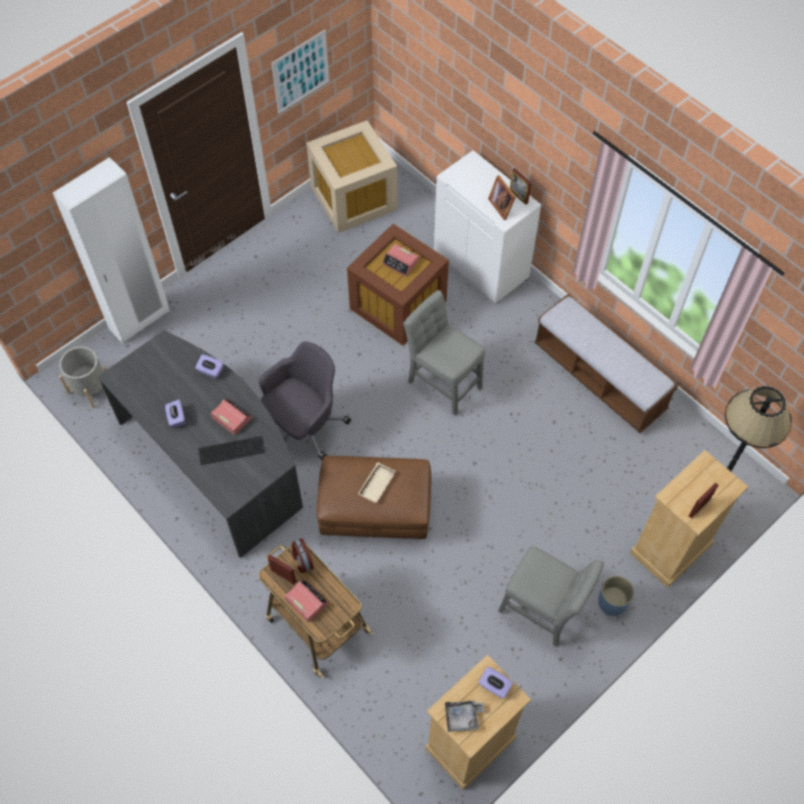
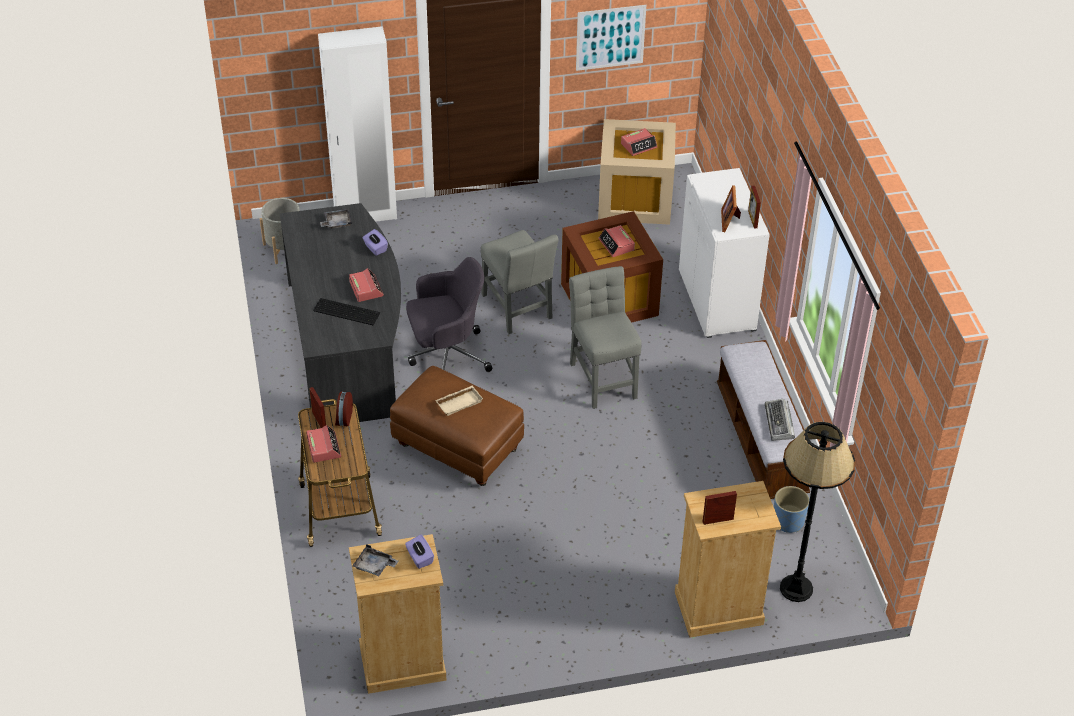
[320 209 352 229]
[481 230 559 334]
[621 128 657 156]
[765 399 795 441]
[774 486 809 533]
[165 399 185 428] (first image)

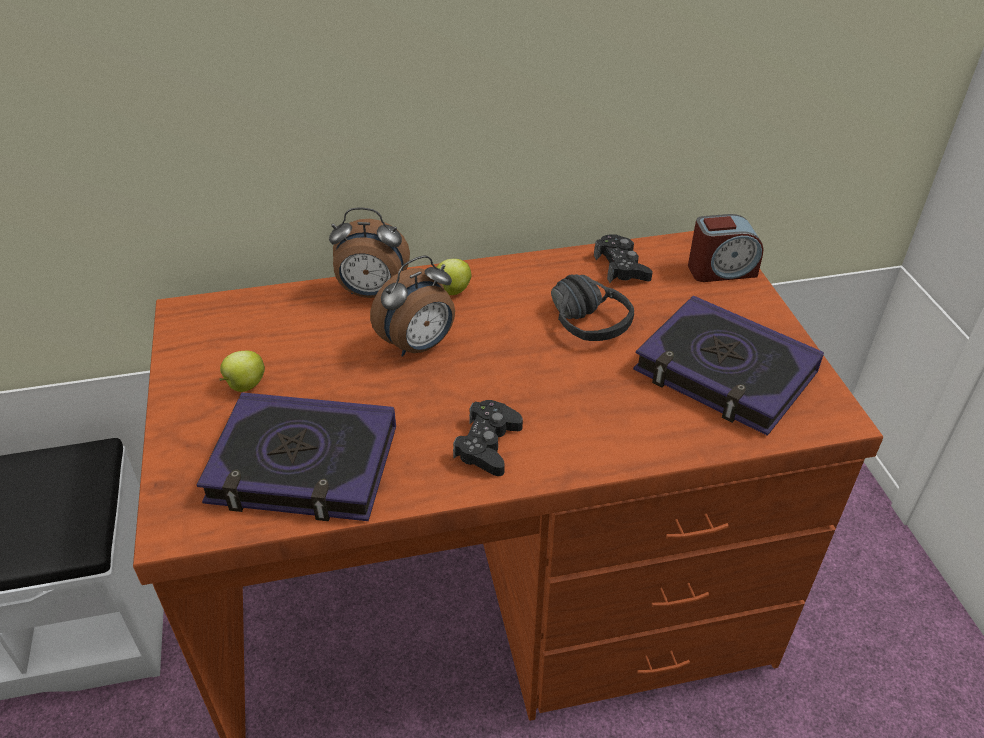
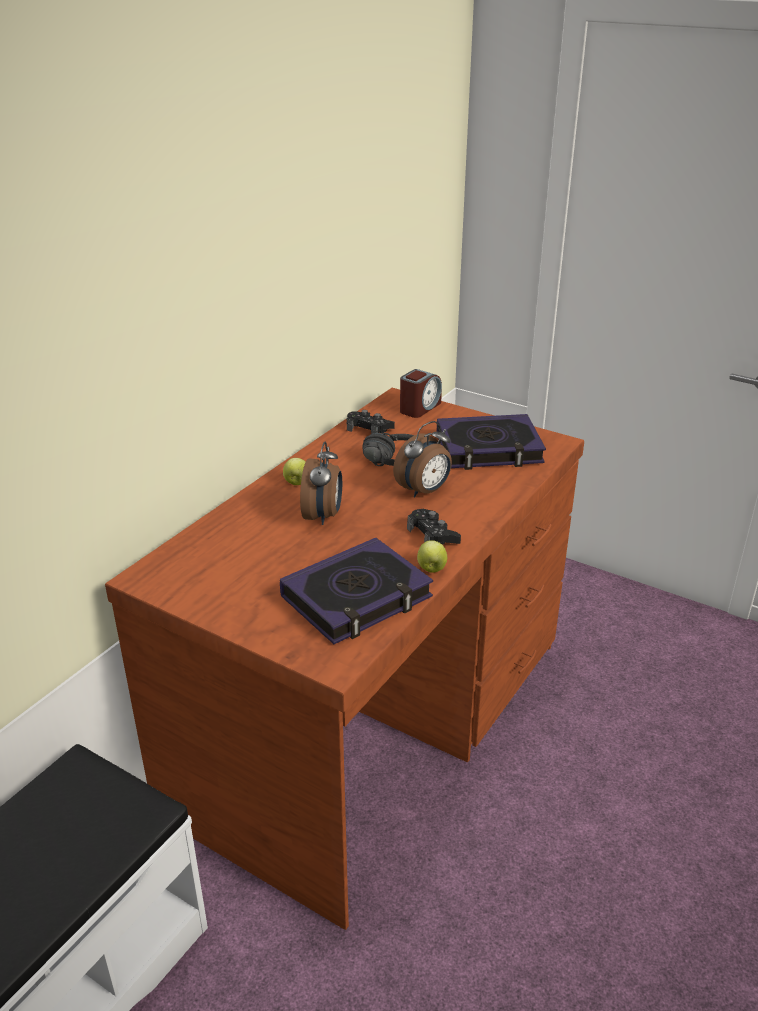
[393 421 452 498]
[417 540 447 573]

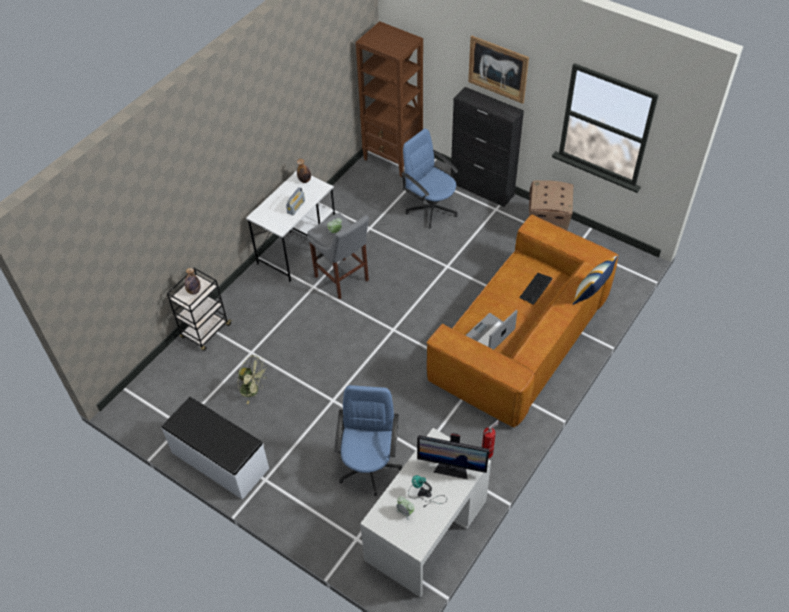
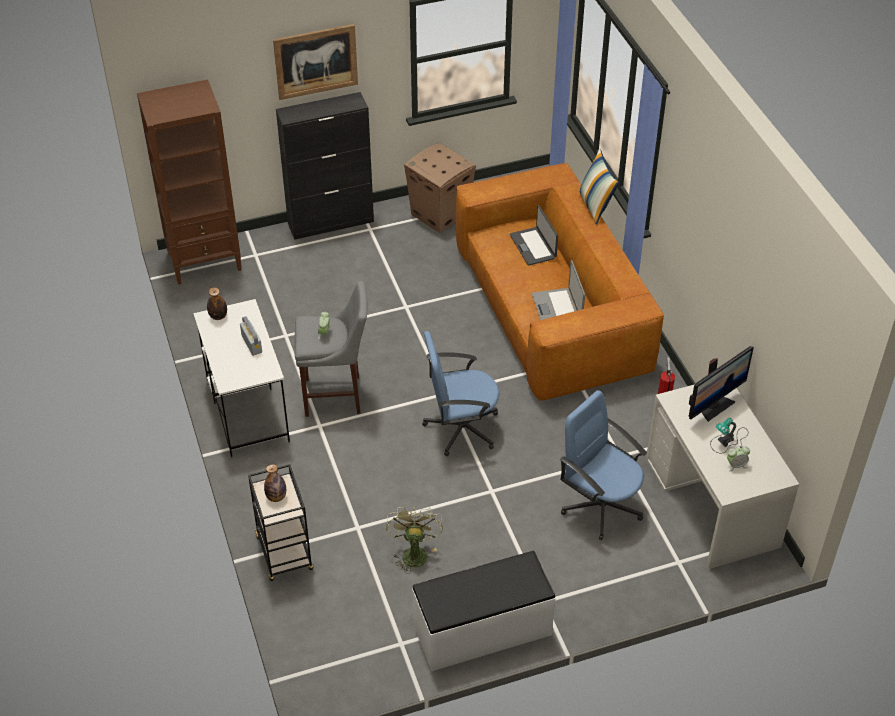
[386 505 443 574]
[422 331 499 456]
[510 205 558 266]

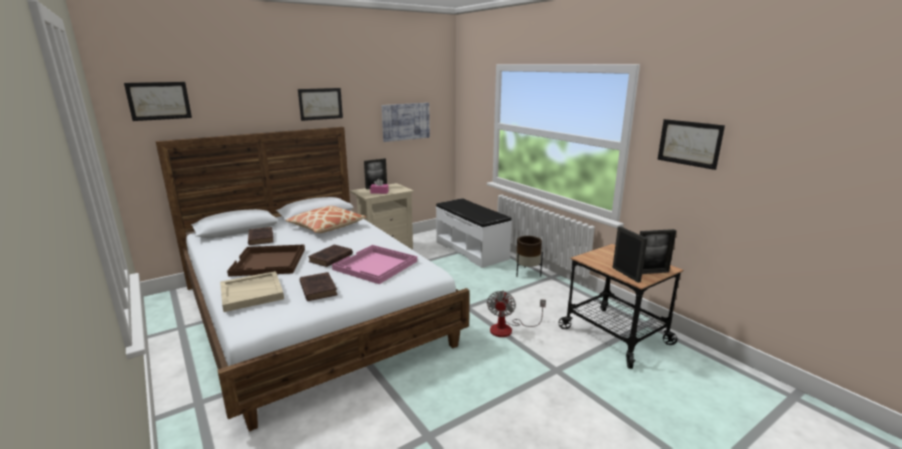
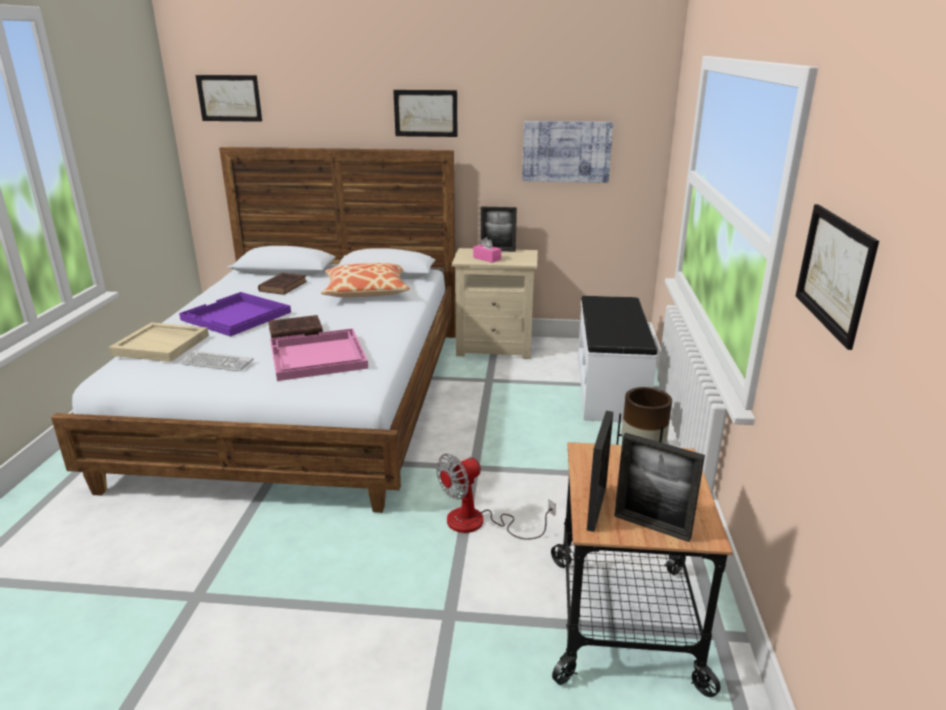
[179 292 291 337]
[181 351 254 371]

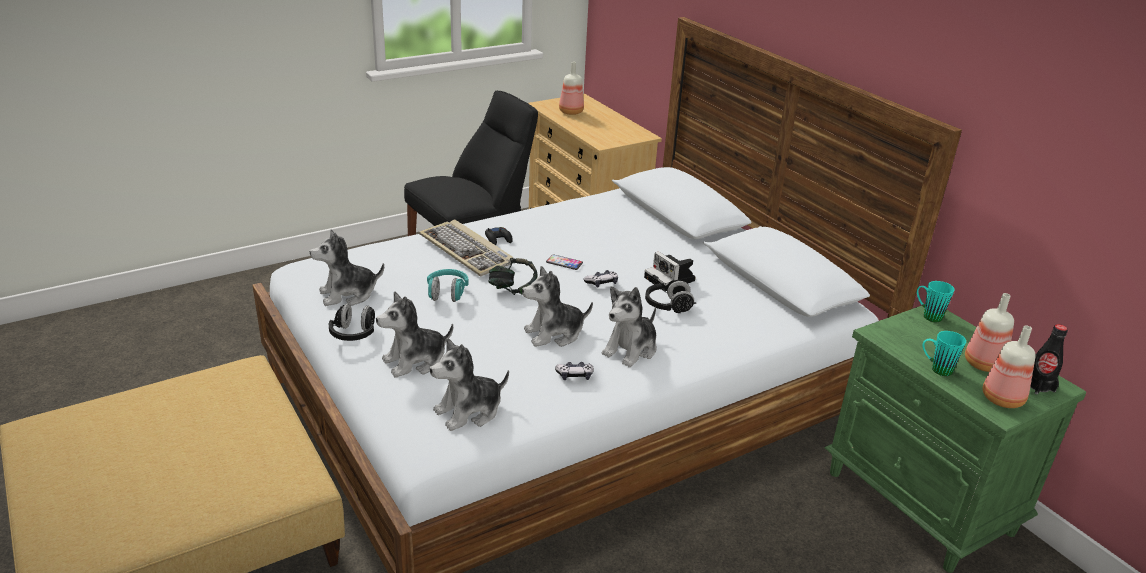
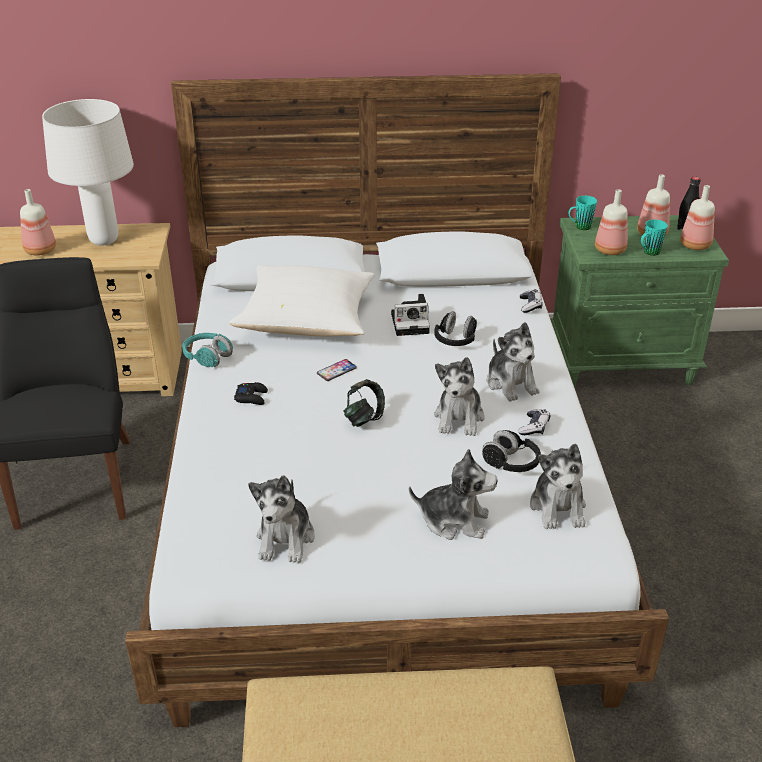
[42 99 134 245]
[182 333 233 367]
[229 265 375 336]
[409 449 497 540]
[482 430 541 472]
[520 289 543 313]
[595 189 628 255]
[419 220 513 276] (first image)

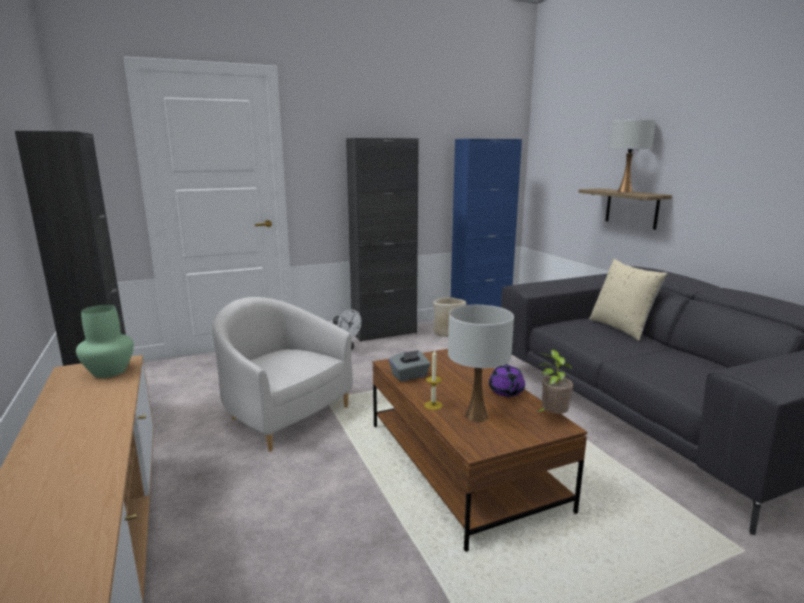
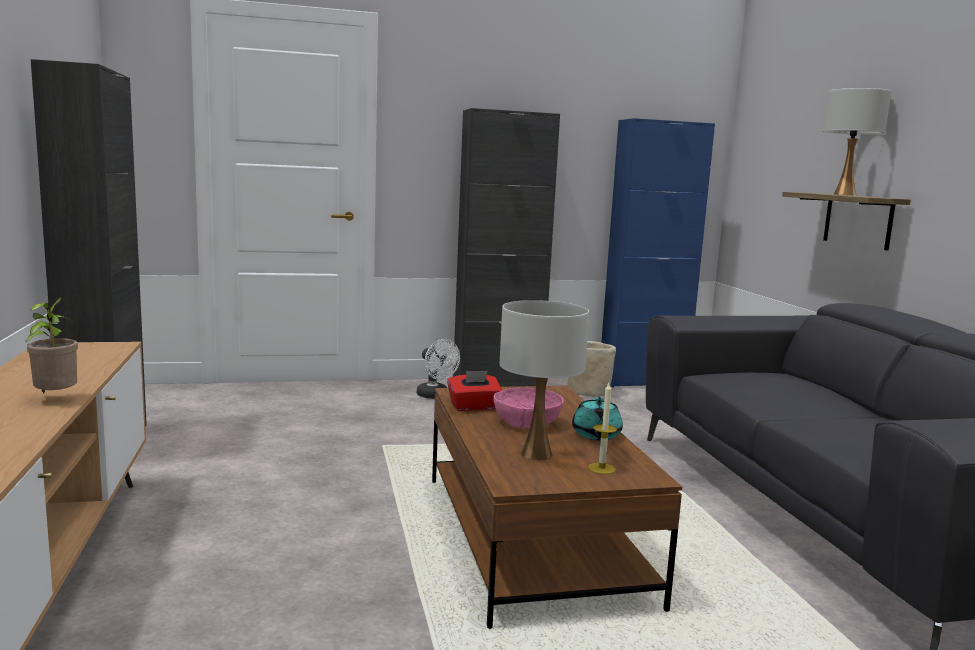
[25 297 78 393]
[447 371 502 411]
[493 387 564 428]
[572 397 623 440]
[588 383 617 474]
[76 305 134 378] (first image)
[212 297 353 452] (first image)
[590 259 668 341] (first image)

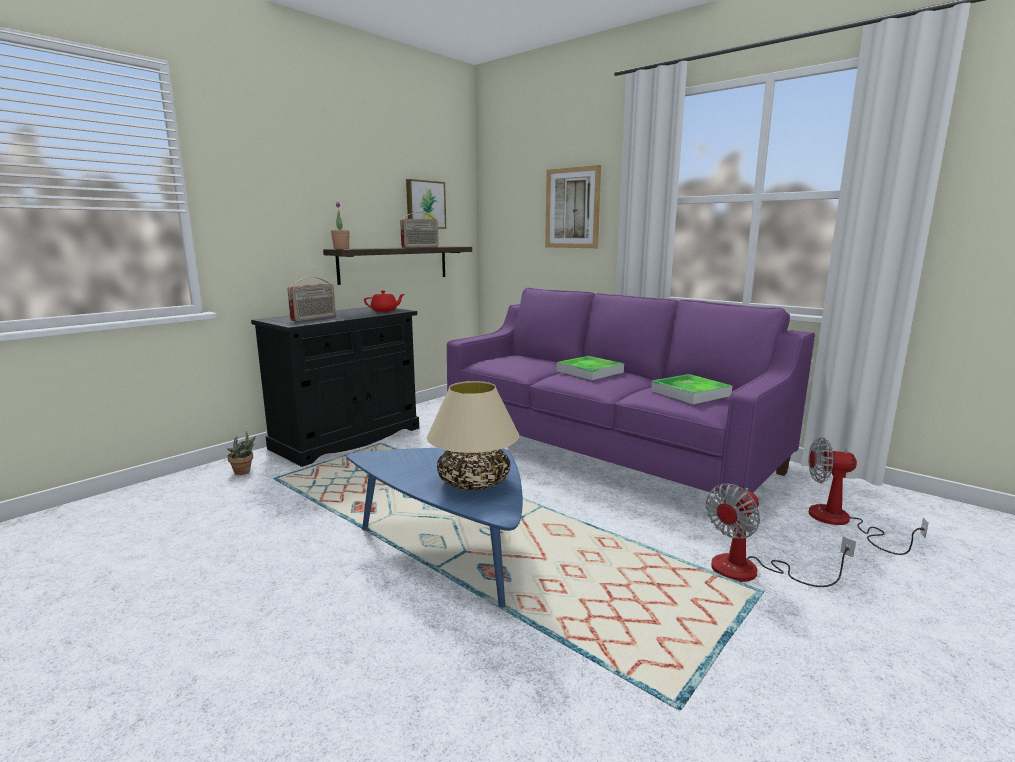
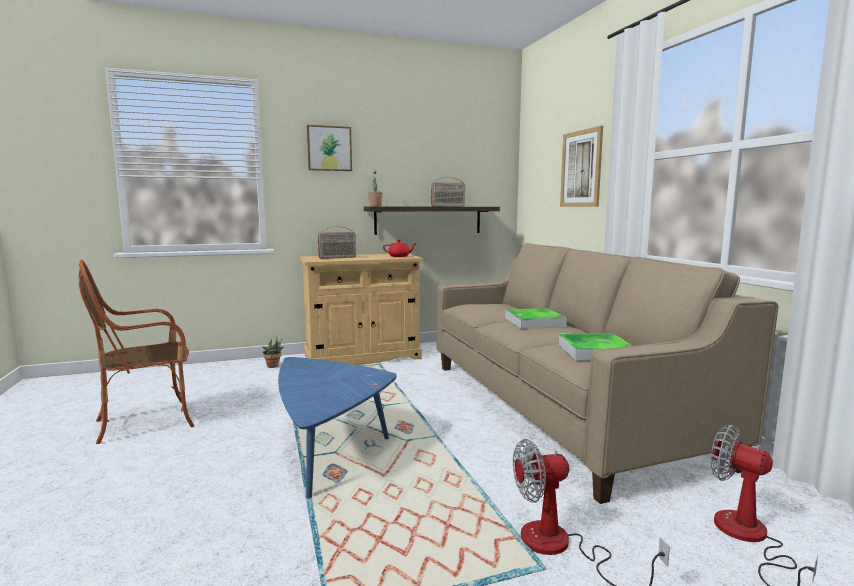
[79 260 195 444]
[300 254 423 365]
[307 125 352 171]
[436 243 778 504]
[427 381 519 490] (first image)

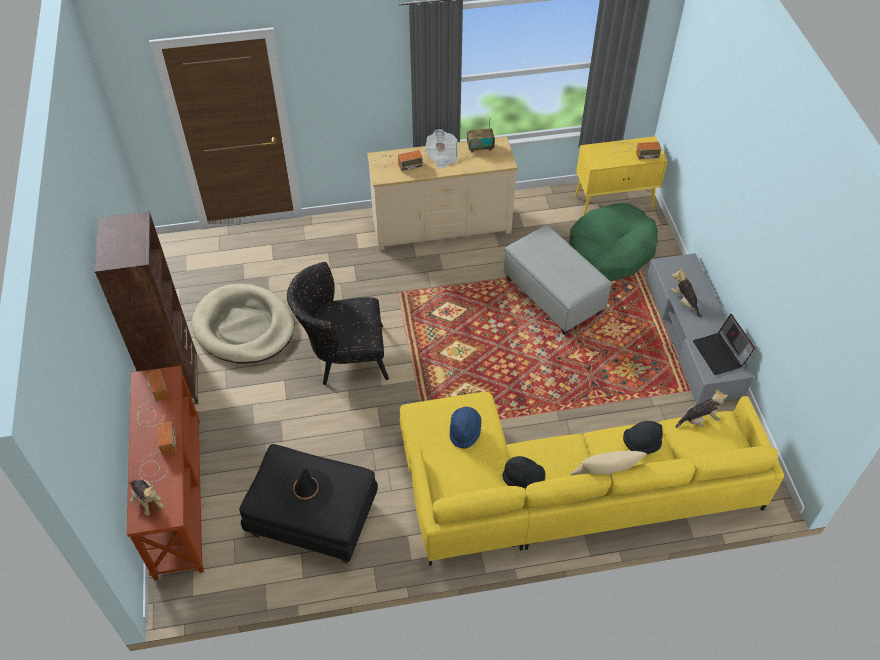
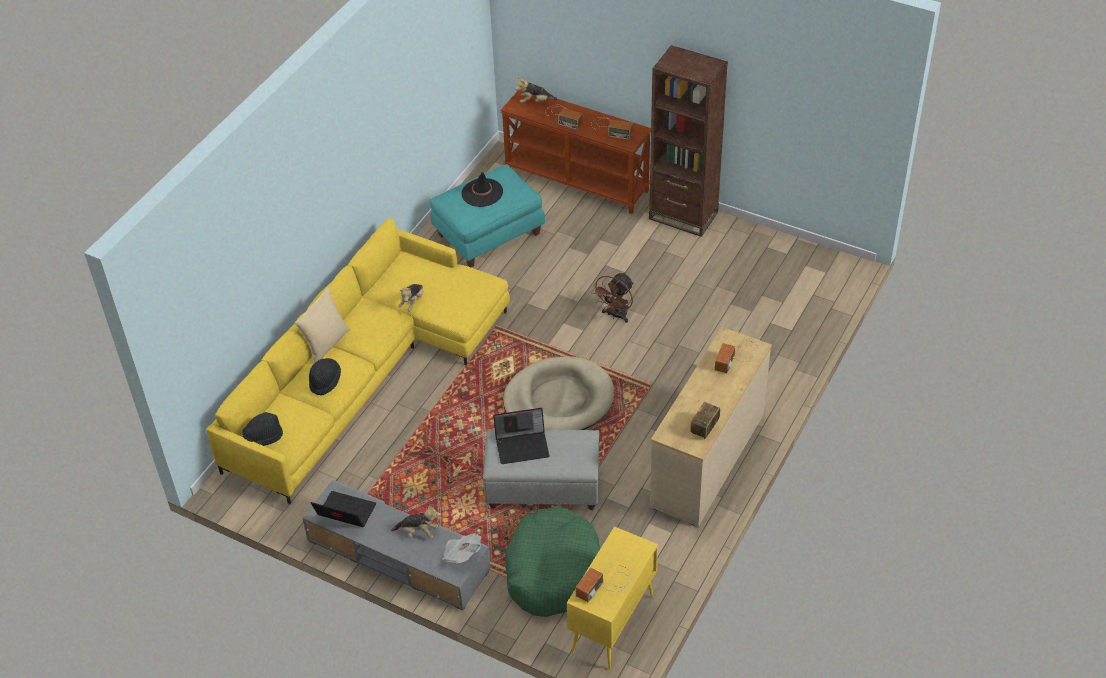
[242 412 283 446]
[398 284 424 311]
[430 164 545 267]
[442 533 481 563]
[493 408 549 464]
[503 356 614 430]
[591 272 634 323]
[450 407 482 449] (first image)

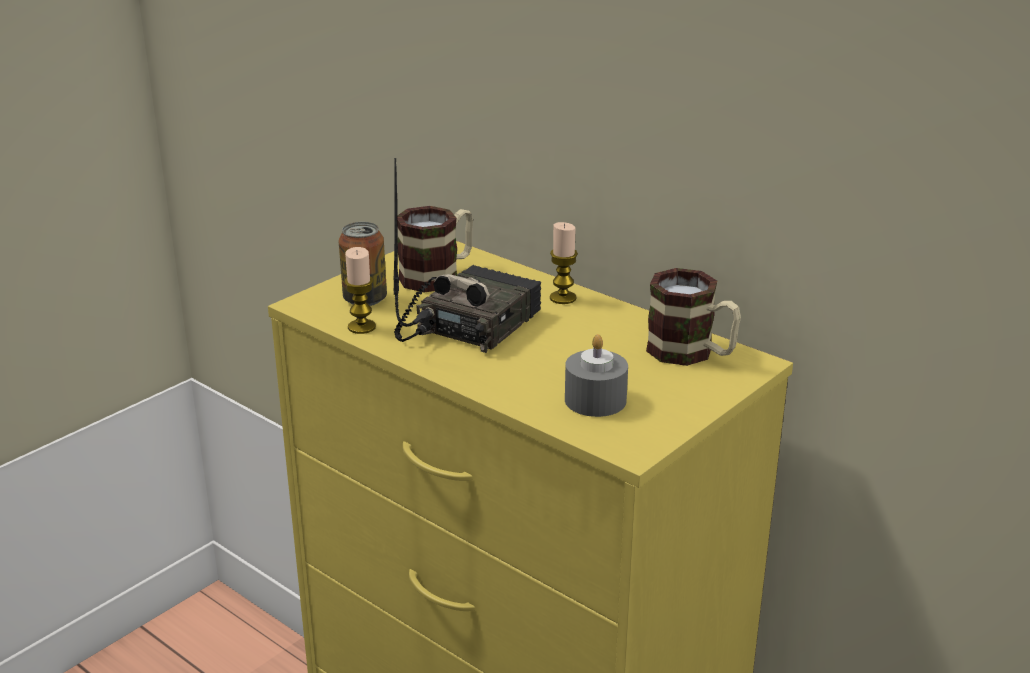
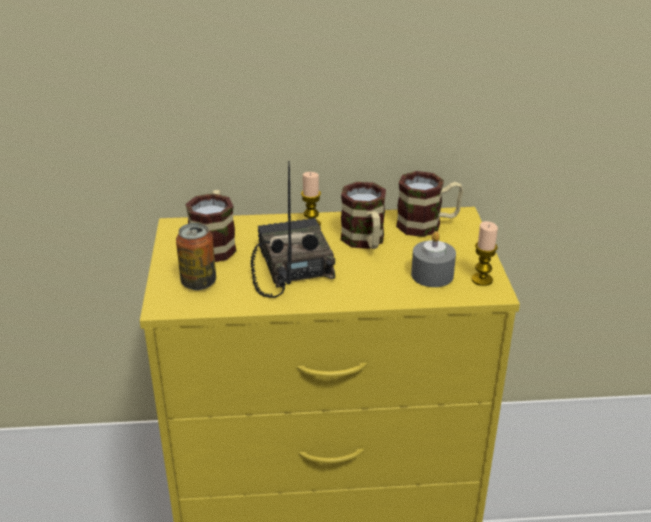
[341 182 386 249]
[471 221 498 286]

